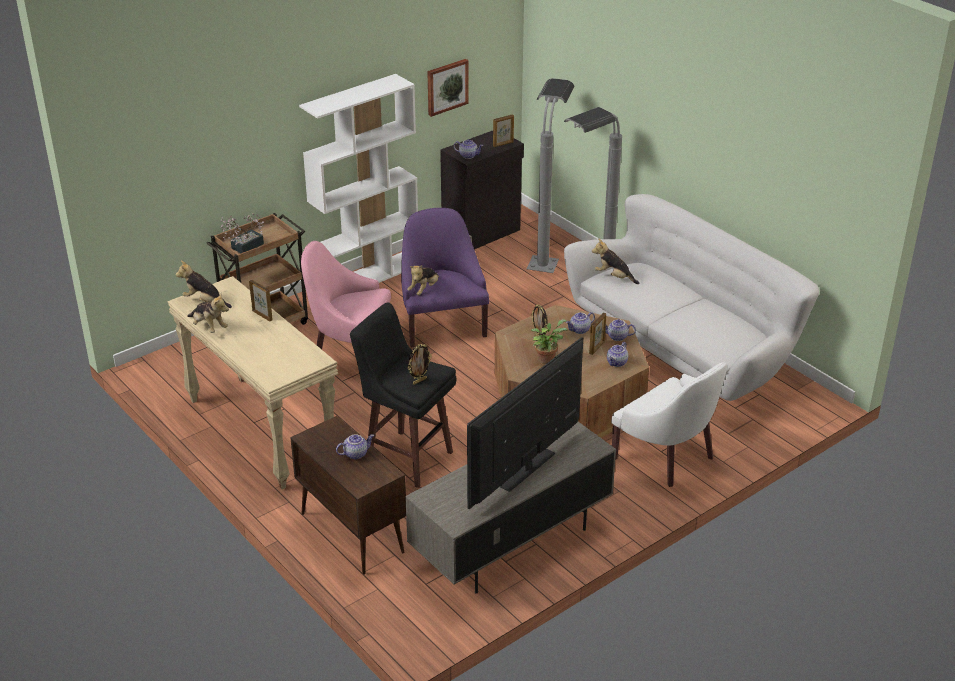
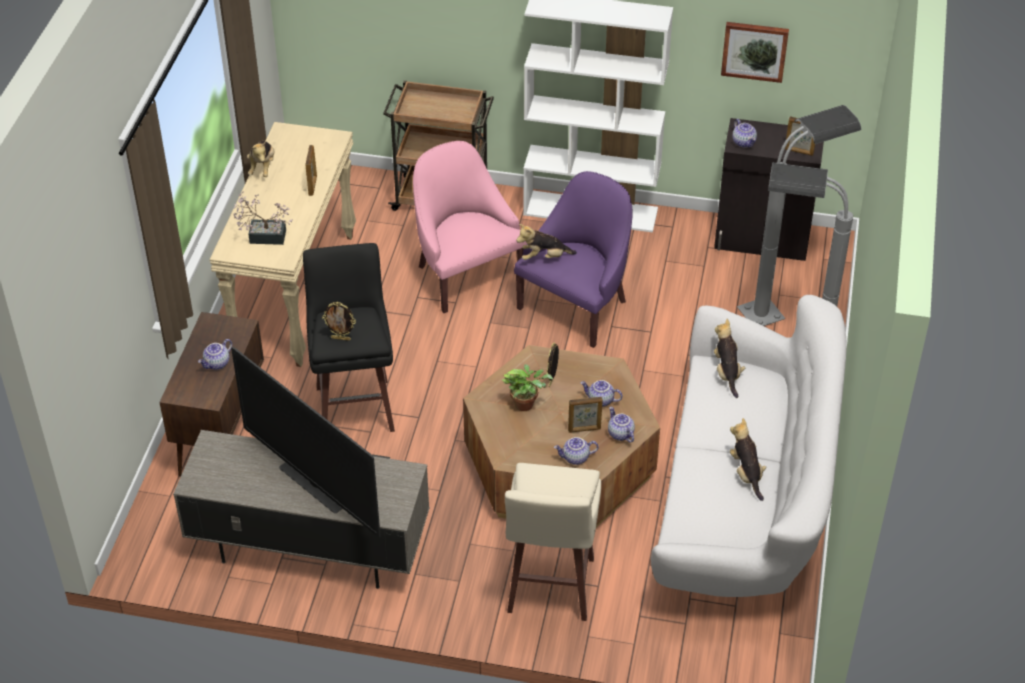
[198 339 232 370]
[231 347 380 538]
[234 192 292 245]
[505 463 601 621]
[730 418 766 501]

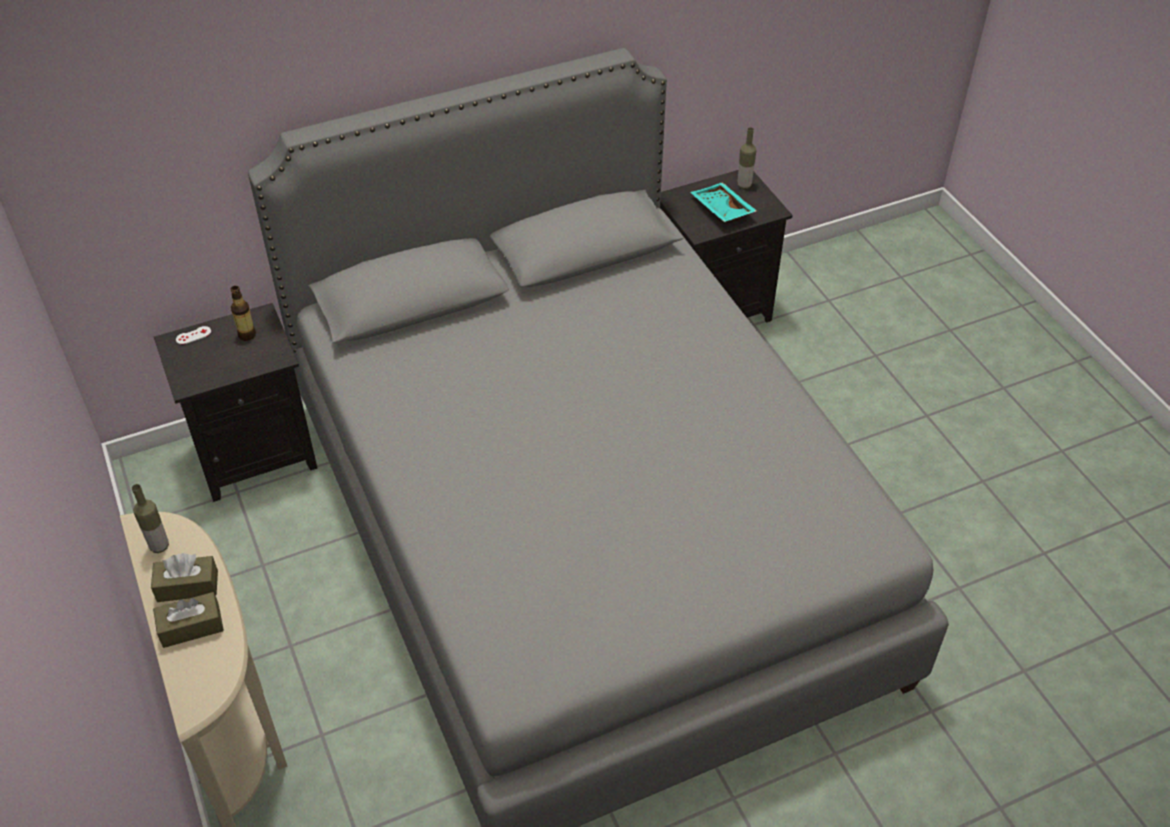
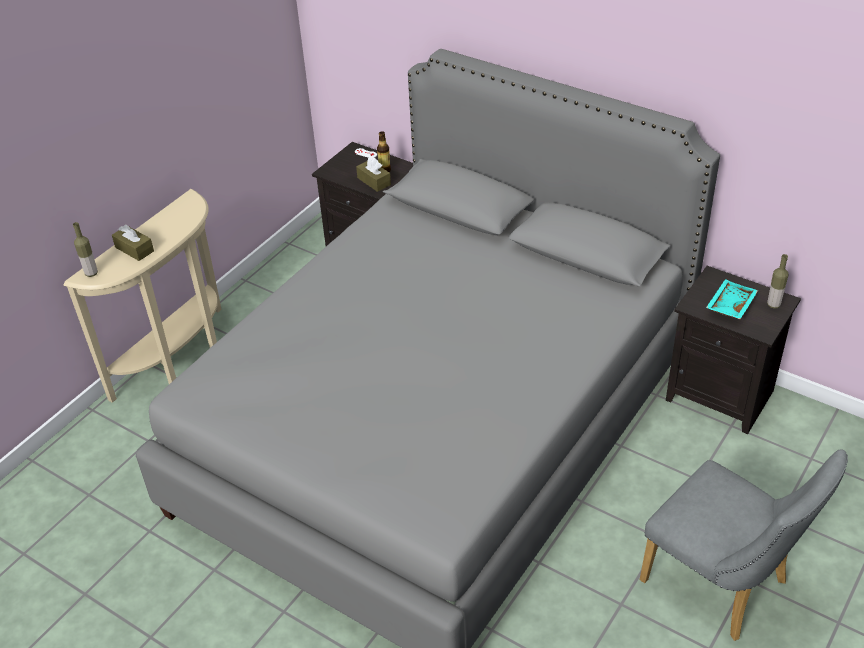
[73 222 98 277]
[356 157 391 192]
[639 449 848 641]

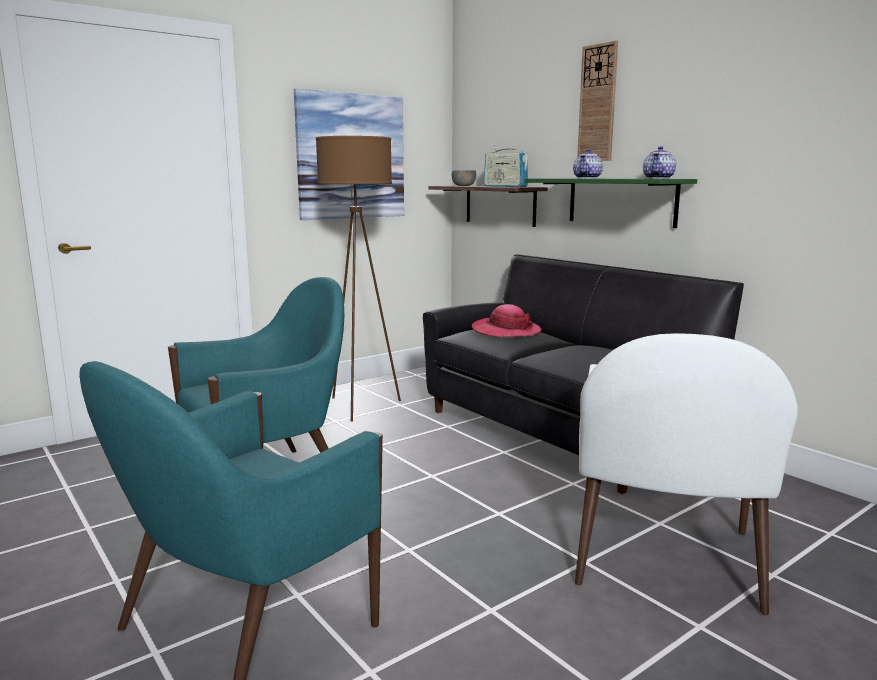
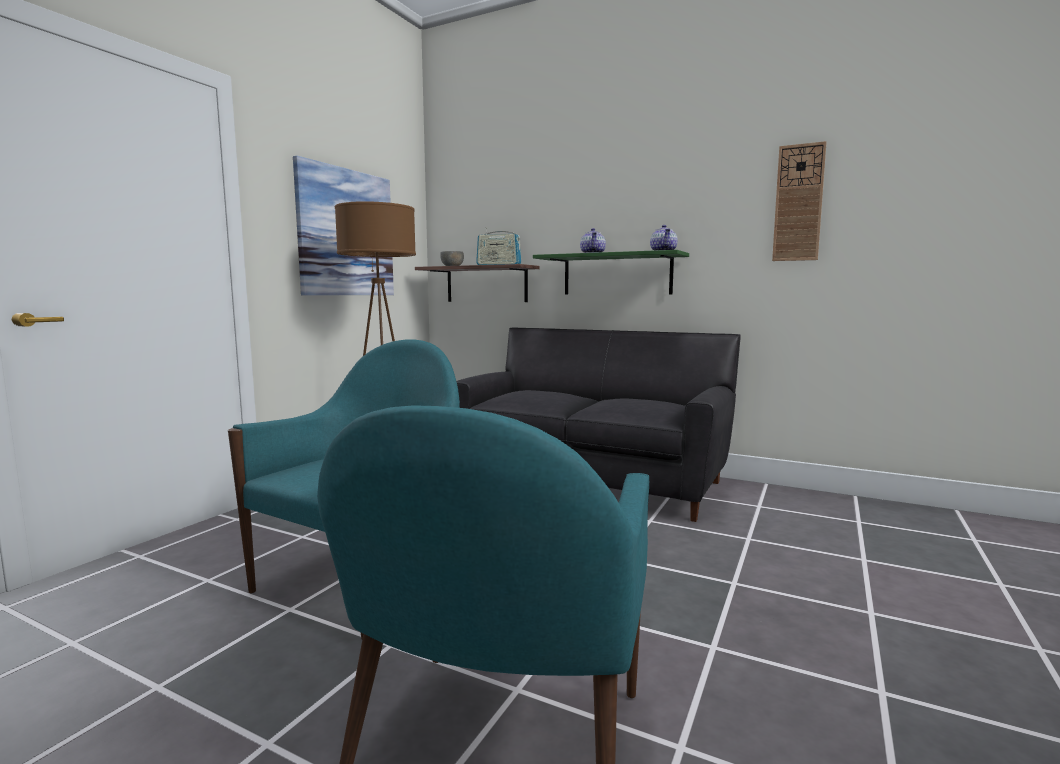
[772 141 827 261]
[472 304 542 337] (first image)
[575 333 797 616] (first image)

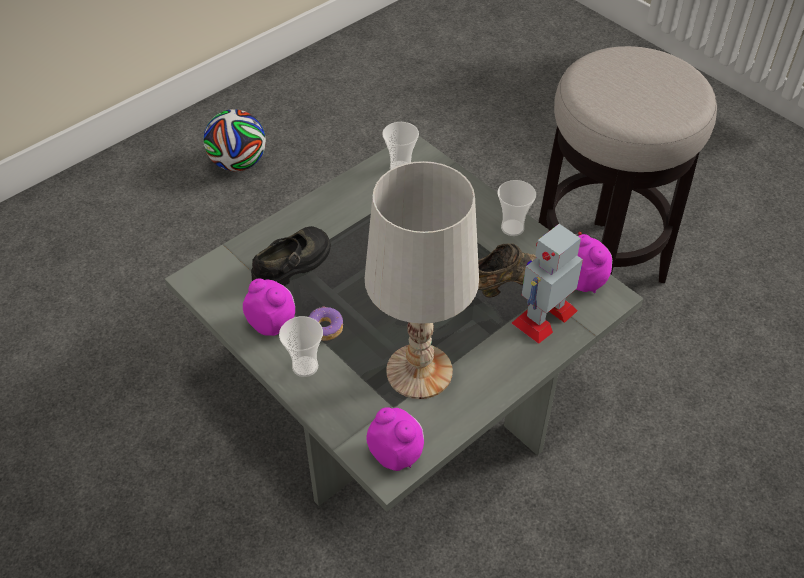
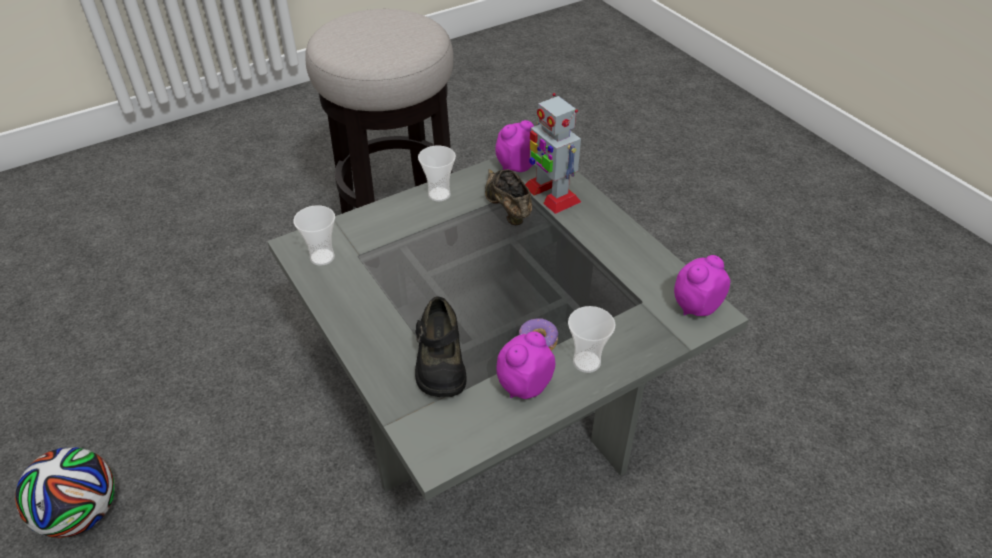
[415 297 466 397]
[365 161 479 399] (first image)

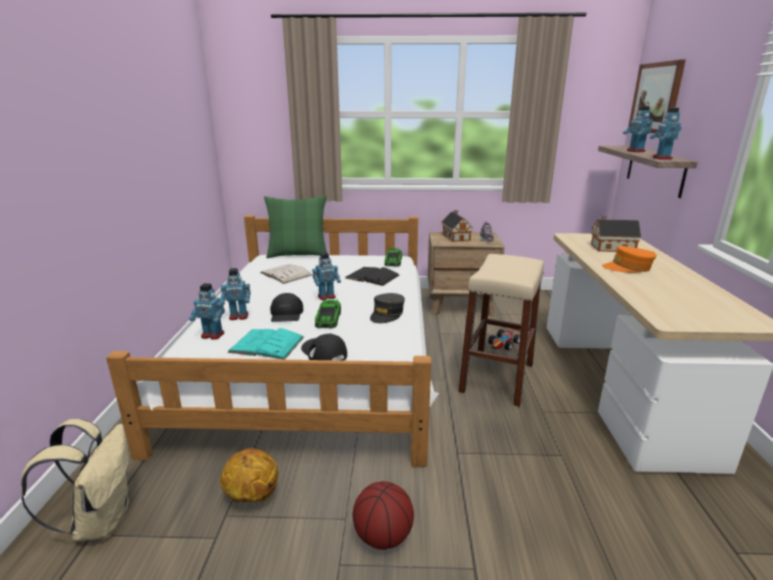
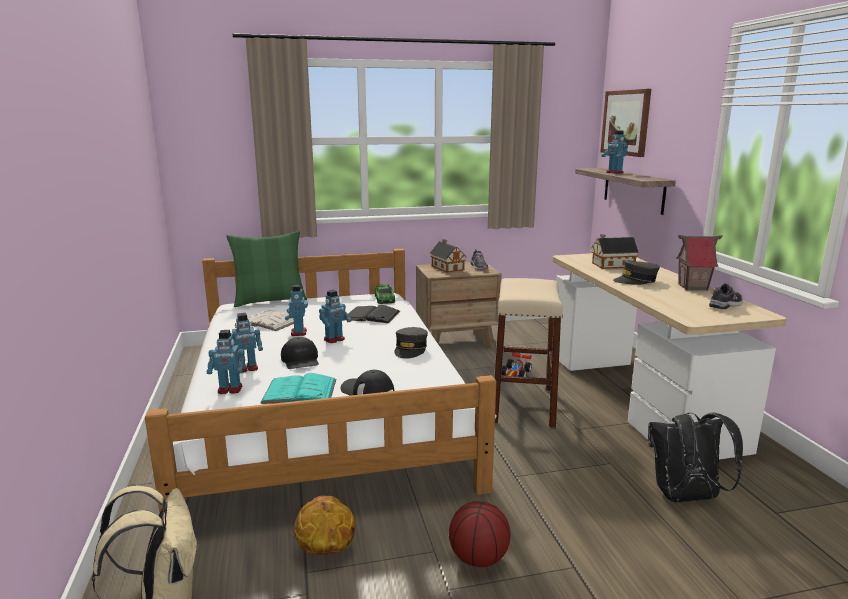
[285 285 308 336]
[613 260 660 285]
[648 413 743 503]
[676 235 723 290]
[709 283 743 309]
[315 298 341 328] (first image)

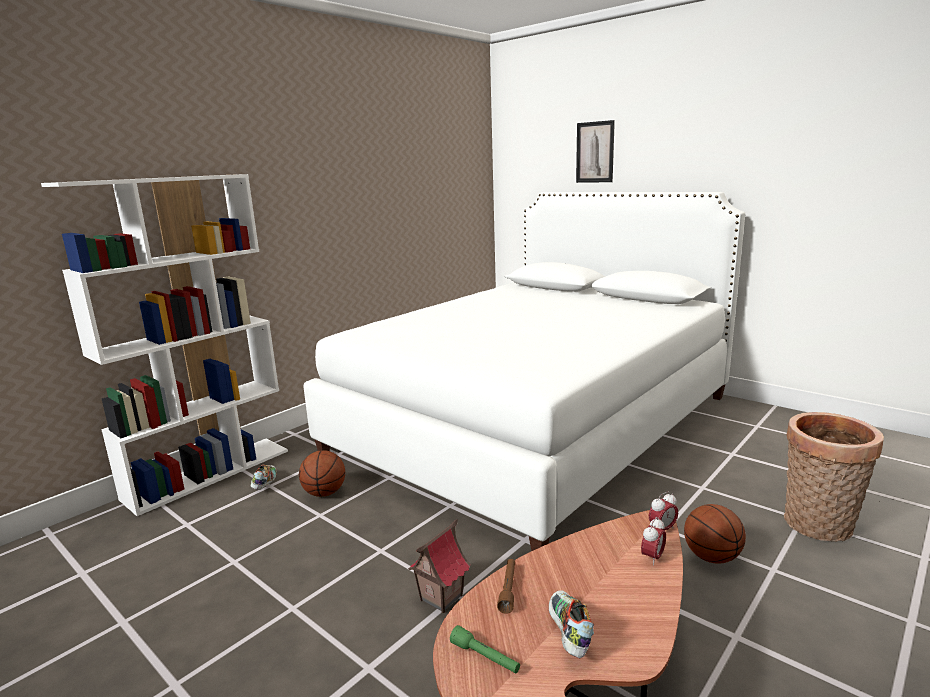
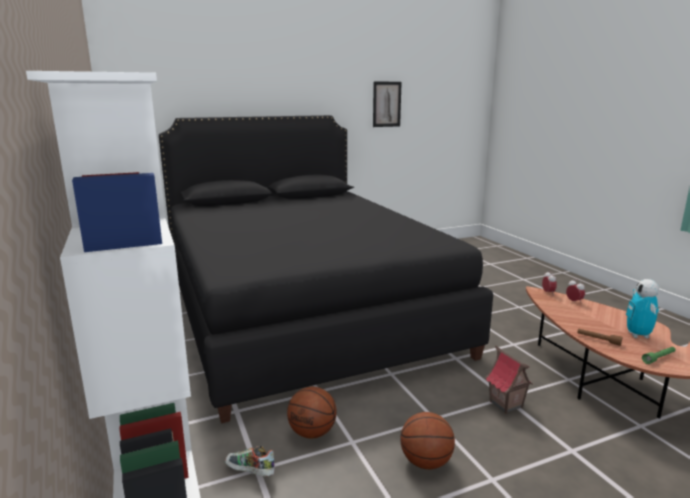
[159 115 493 423]
[373 81 402 127]
[400 412 455 469]
[626 279 659 338]
[784 412 884 542] (first image)

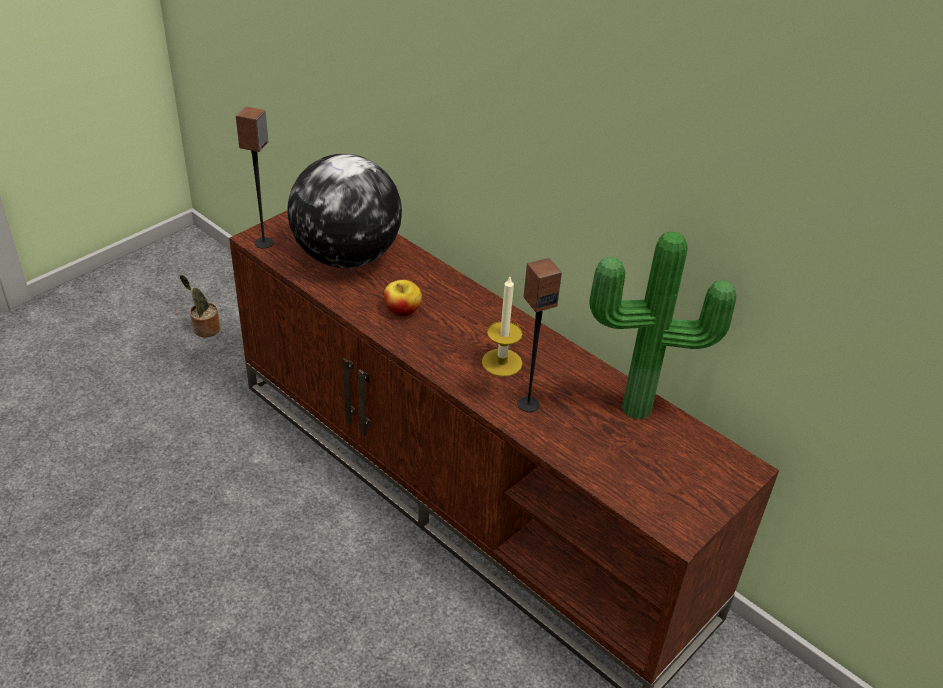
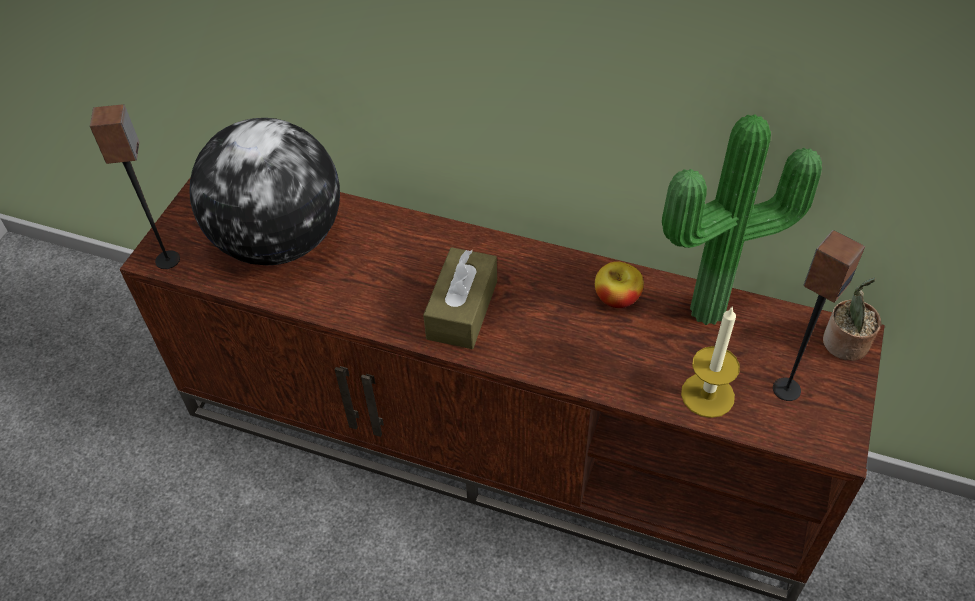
[423 247 497 349]
[595 261 644 308]
[681 307 740 418]
[773 230 865 401]
[823 278 881 361]

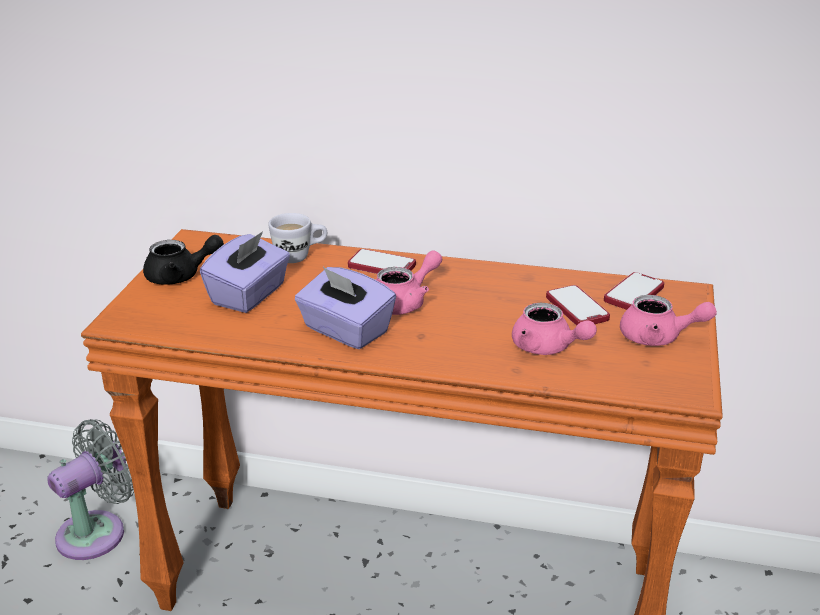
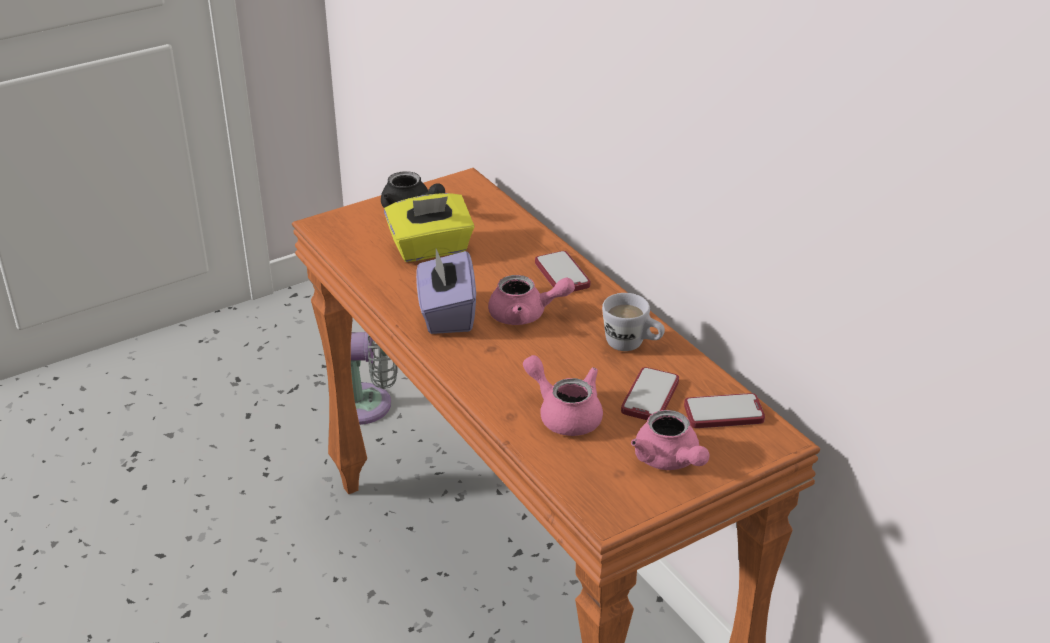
[384 193 475 262]
[523 355 603 436]
[602 293 665 351]

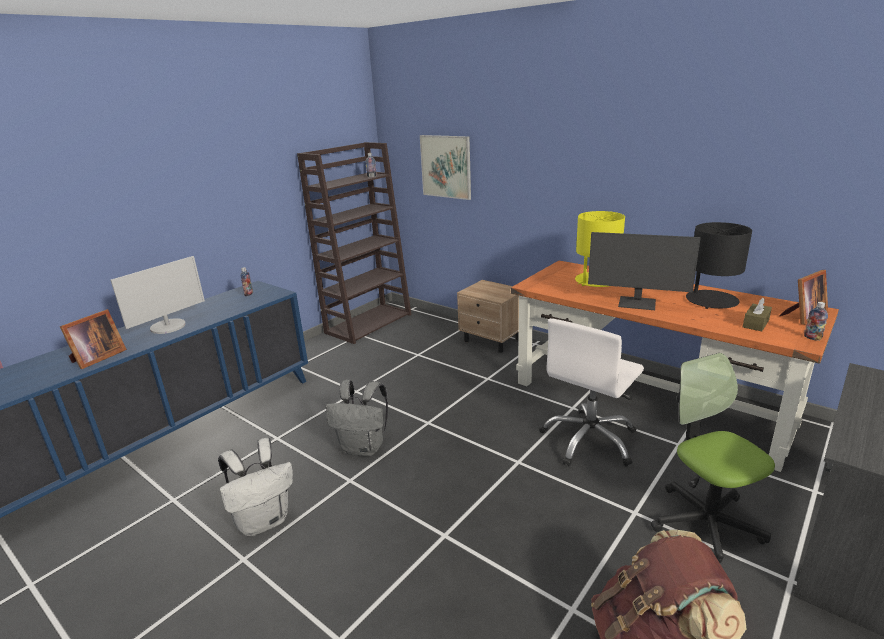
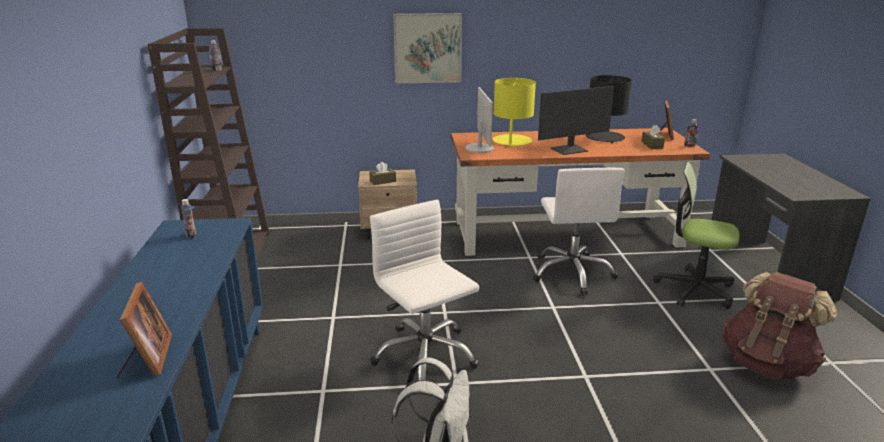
[369 162 396 185]
[370 200 479 381]
[393 13 462 83]
[465 87 494 153]

